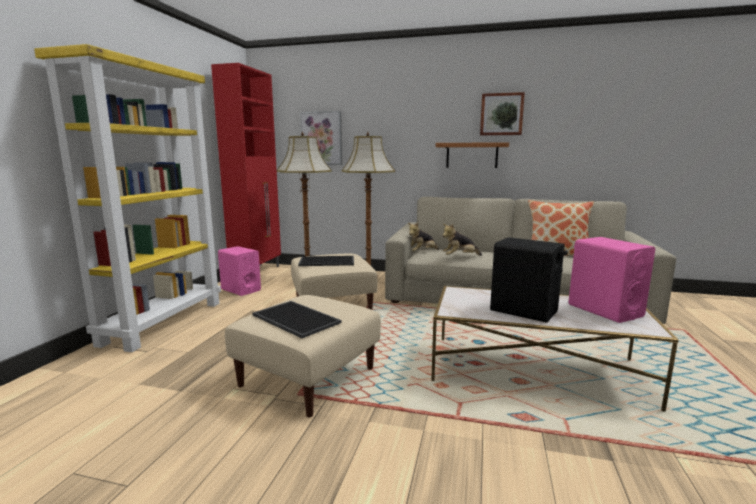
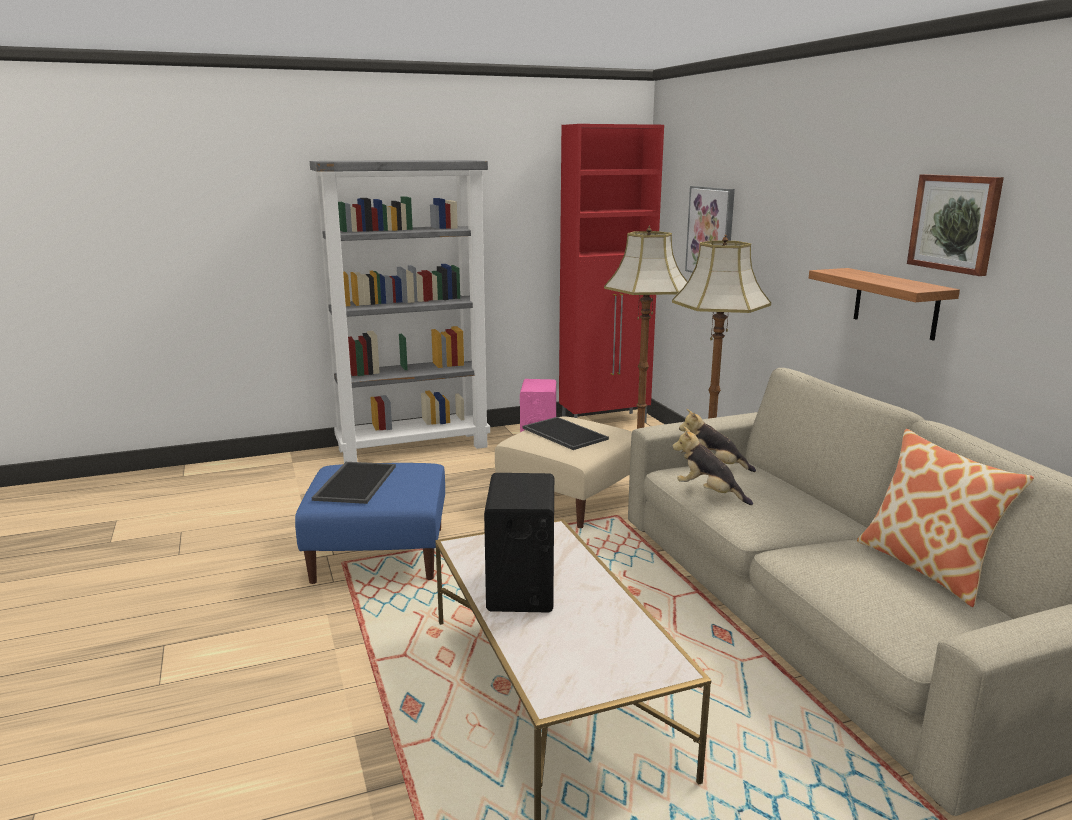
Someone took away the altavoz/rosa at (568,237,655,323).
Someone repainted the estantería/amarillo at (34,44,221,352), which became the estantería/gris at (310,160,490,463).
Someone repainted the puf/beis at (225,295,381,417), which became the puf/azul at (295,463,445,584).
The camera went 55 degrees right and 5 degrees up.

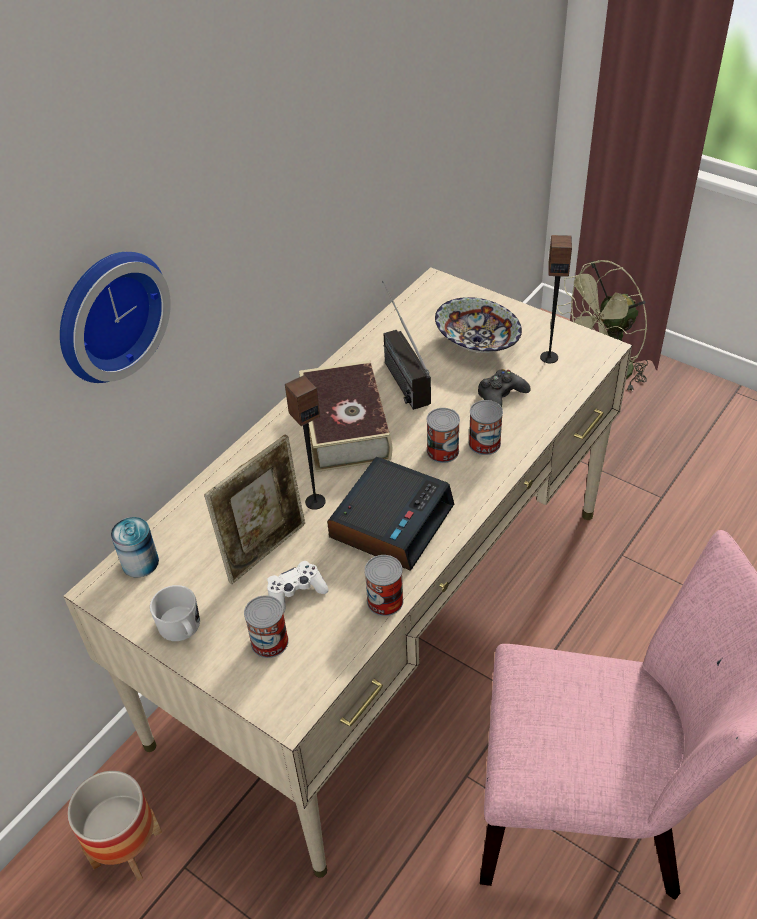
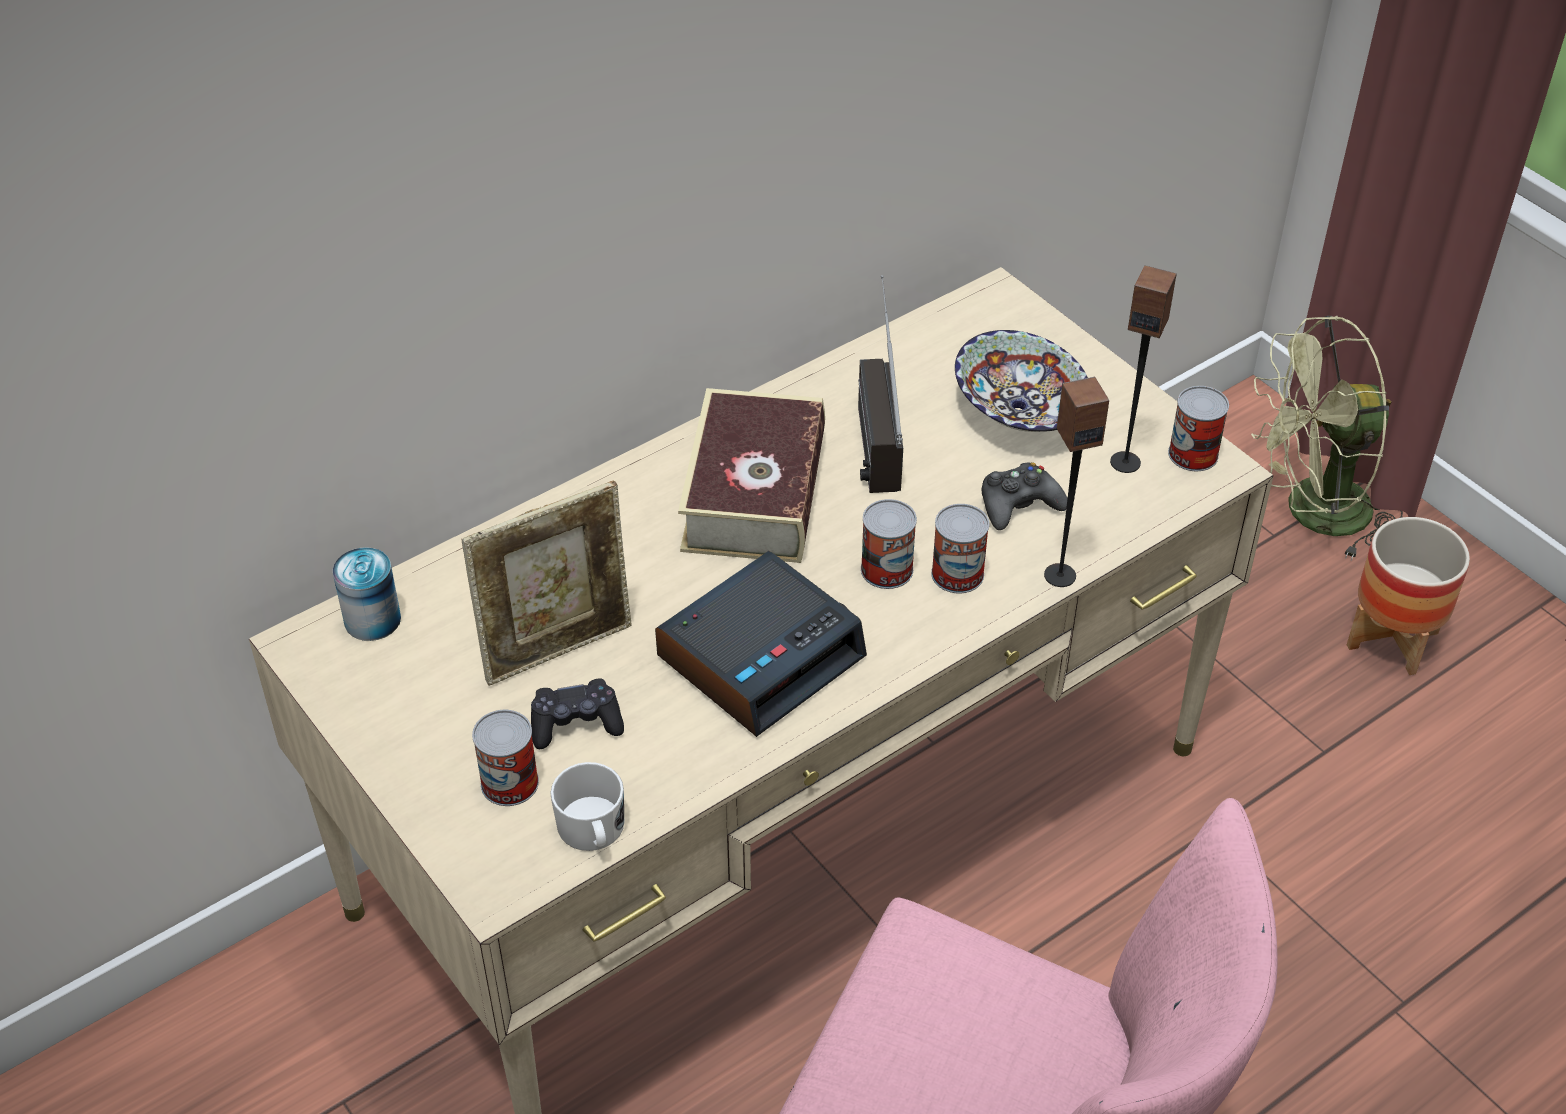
Someone took away the reloj de pared at (60,252,171,383).
Someone carried the maceta from (67,771,162,881) to (1347,517,1470,675).
Someone carried the taza grande/blanco from (150,585,200,641) to (550,762,624,851).
Someone carried the altavoz from (285,375,326,510) to (1044,377,1109,587).
Someone carried the lata from (364,555,404,616) to (1168,386,1229,471).
Someone repainted the mando de consola/blanco at (267,561,329,614), which became the mando de consola/negro at (531,678,624,749).
The camera went 15 degrees right and 0 degrees up.

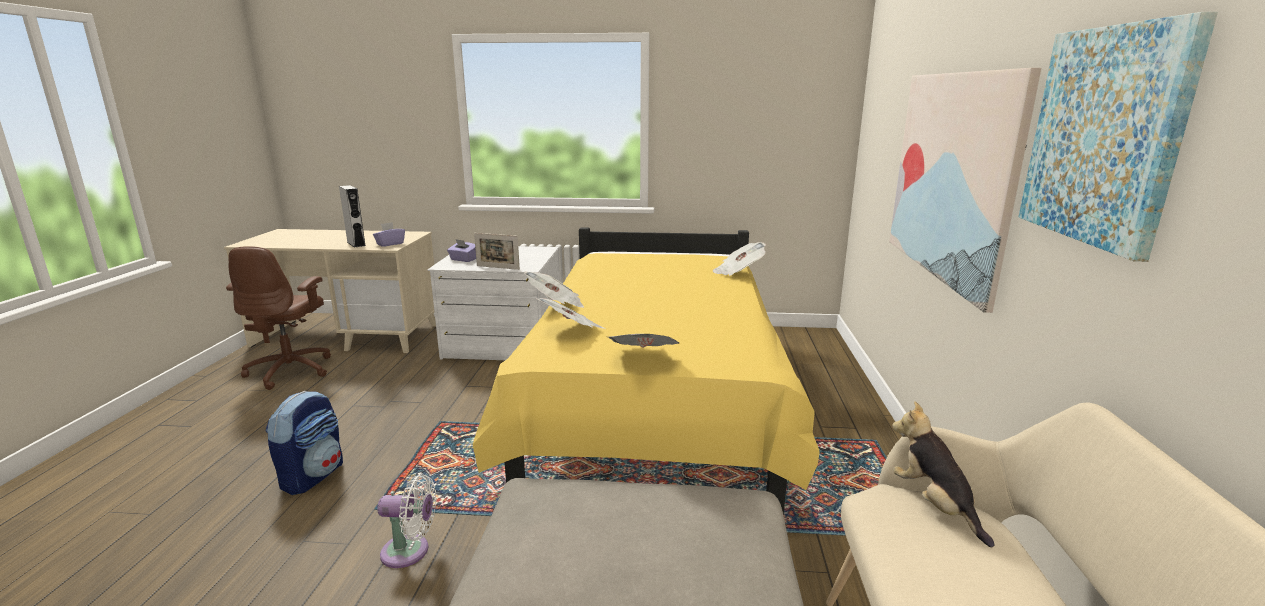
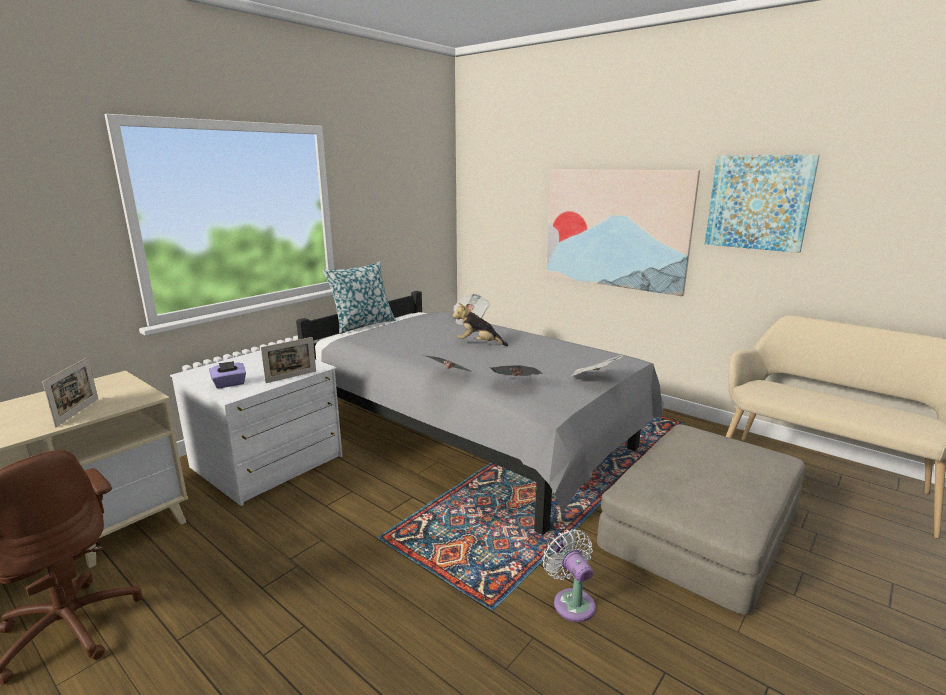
Someone took away the mochila at (265,391,343,495).
Someone took away the caja de pañuelos/morado at (373,222,405,247).
Someone put down the cojín at (323,261,396,334).
Someone carried the peluche from (892,401,994,547) to (453,302,508,346).
Someone swapped the altavoz/gris at (339,185,365,248) for the portarretratos at (42,357,98,427).
Someone repainted the cama/amarillo at (473,227,820,514), which became the cama/gris at (296,291,664,535).
Someone rotated the ventilador/blanco at (377,474,436,568) by 60 degrees counterclockwise.
The camera went 55 degrees left and 0 degrees up.

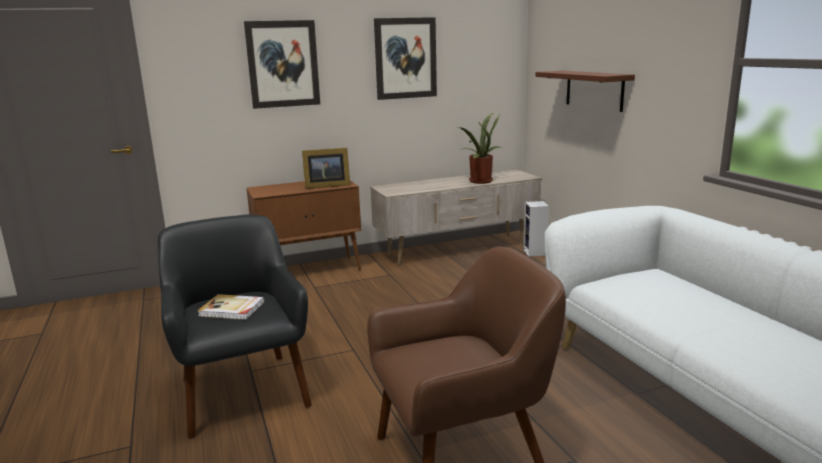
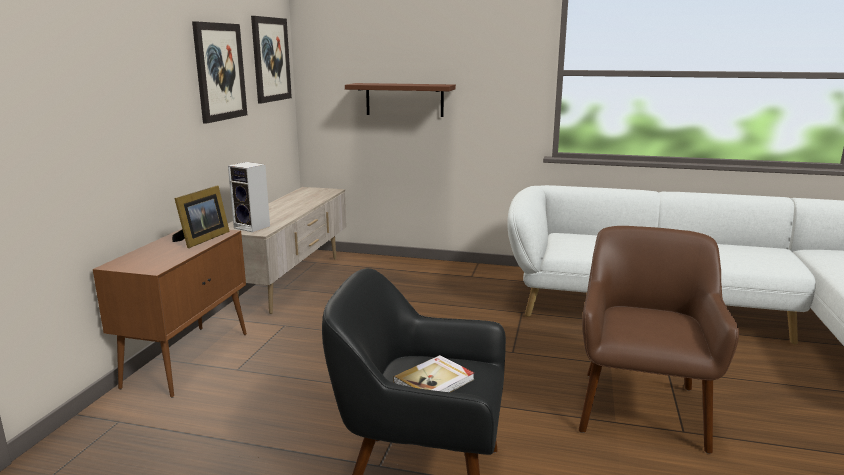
Someone took away the planta en maceta at (460,113,500,184).
Someone carried the cuadro from (244,20,320,109) to (251,16,292,103).
Someone carried the altavoz from (523,201,549,257) to (228,162,270,232).
The camera went 55 degrees left and 0 degrees up.

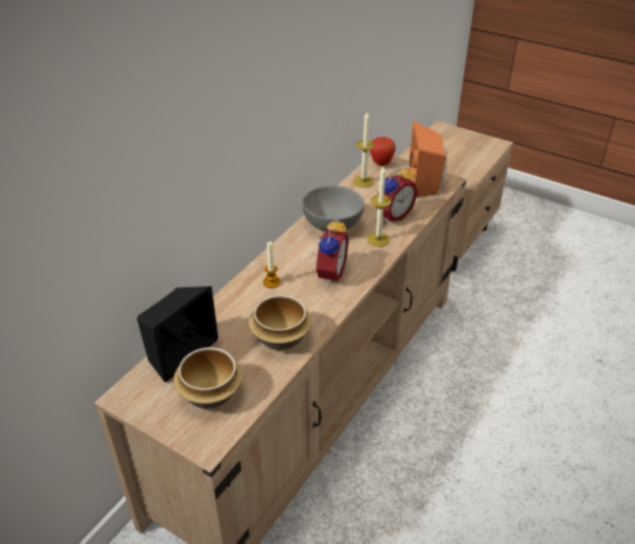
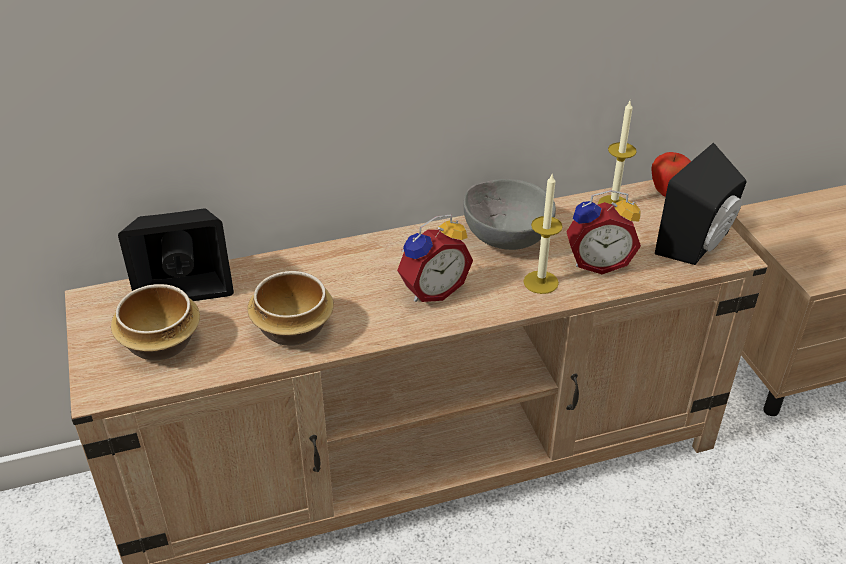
Someone took away the vela at (263,242,281,288).
Someone repainted the altavoz/naranja at (409,121,448,197), which became the altavoz/negro at (655,143,747,265).
The camera went 40 degrees right and 0 degrees up.

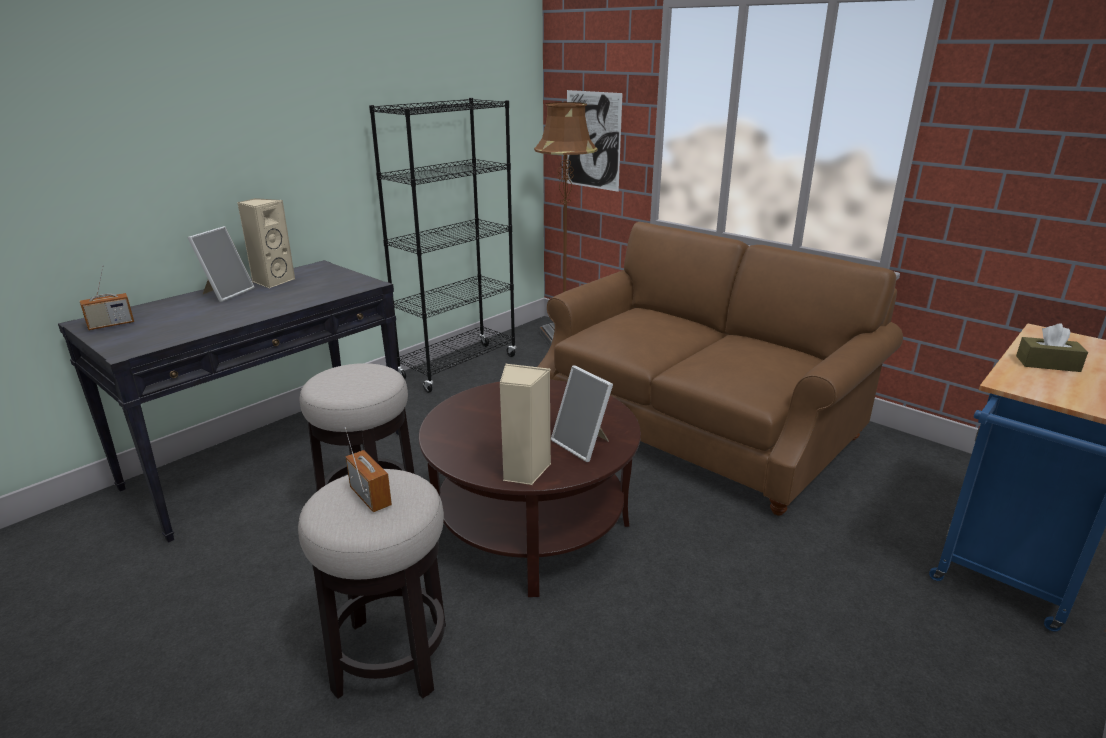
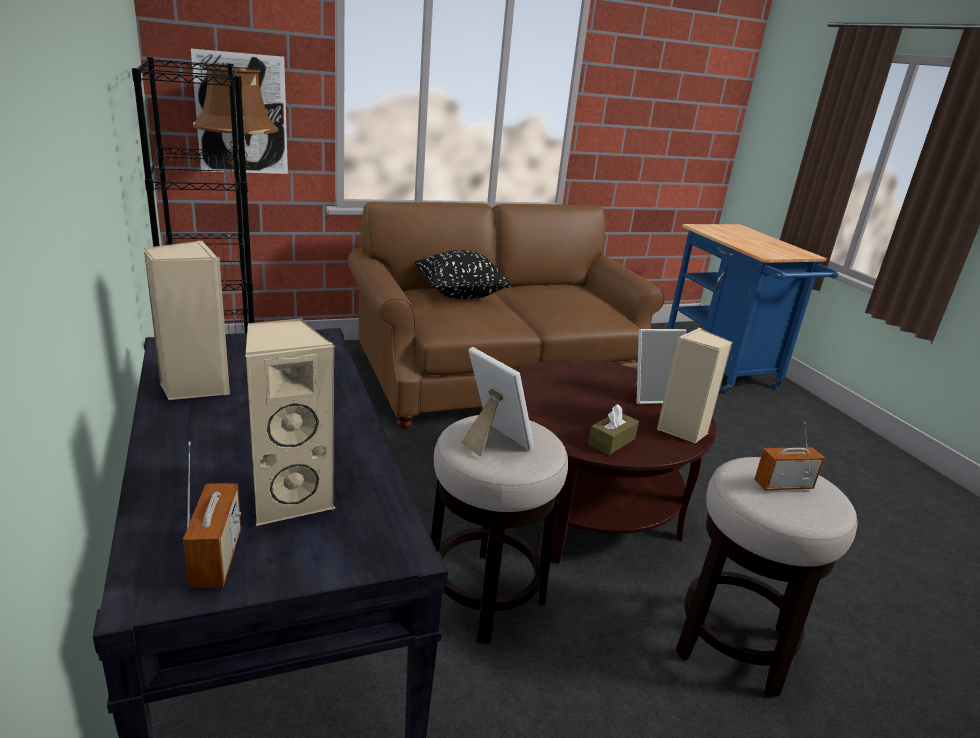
Someone put down the altavoz/beis at (245,318,335,527).
Someone put down the cojín/negro at (415,250,511,299).
Someone carried the portarretratos from (188,226,255,302) to (461,347,534,457).
Someone carried the caja de pañuelos/marrón from (1016,323,1088,372) to (588,404,639,455).
The camera went 65 degrees left and 0 degrees up.

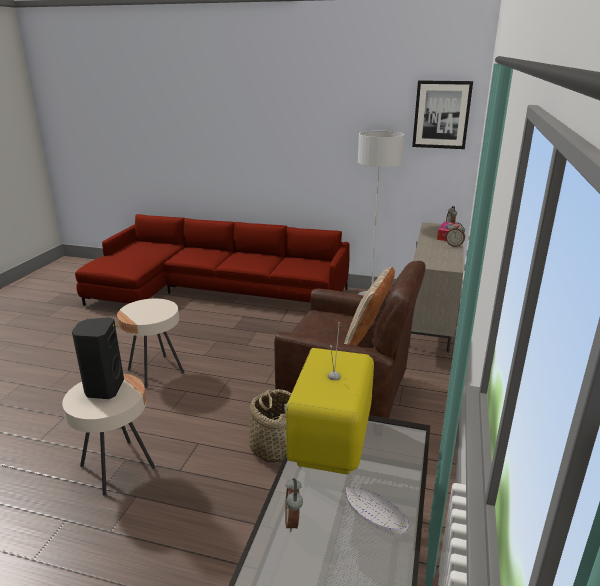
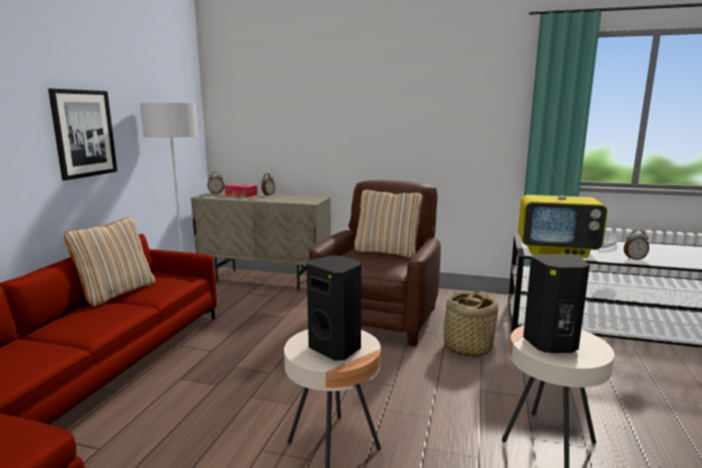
Someone put down the cojín/beis at (64,217,155,306).
Someone put down the altavoz/negro at (307,256,361,361).
Someone carried the cuadro from (412,80,473,149) to (48,89,117,181).
The camera went 90 degrees left and 10 degrees down.

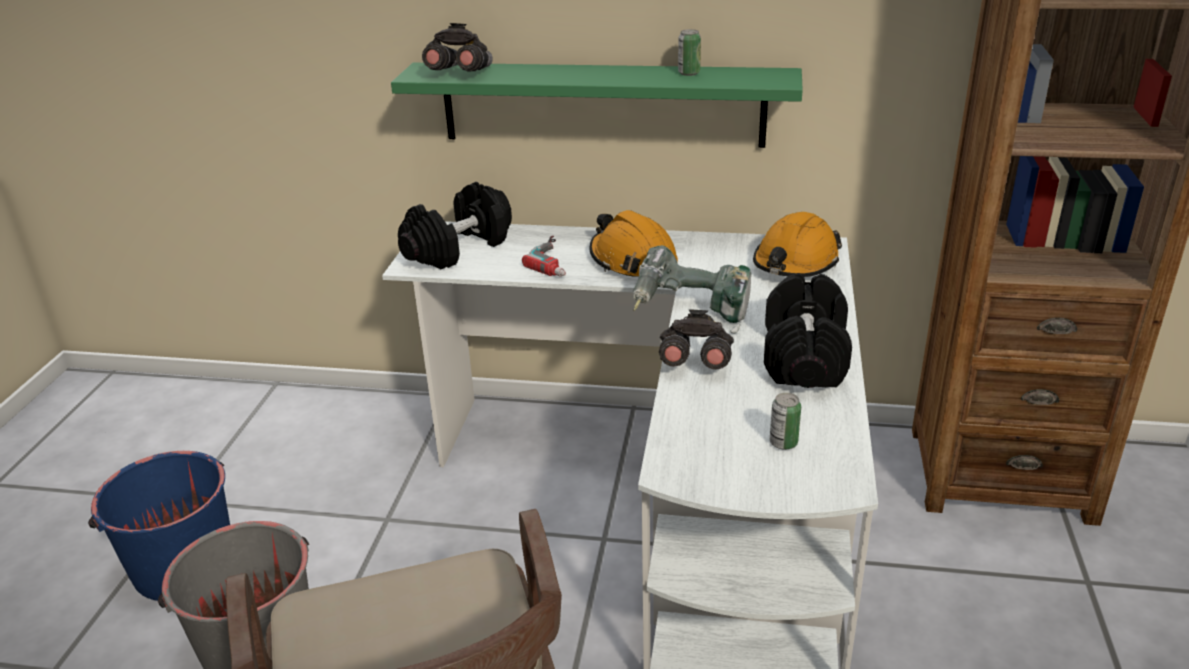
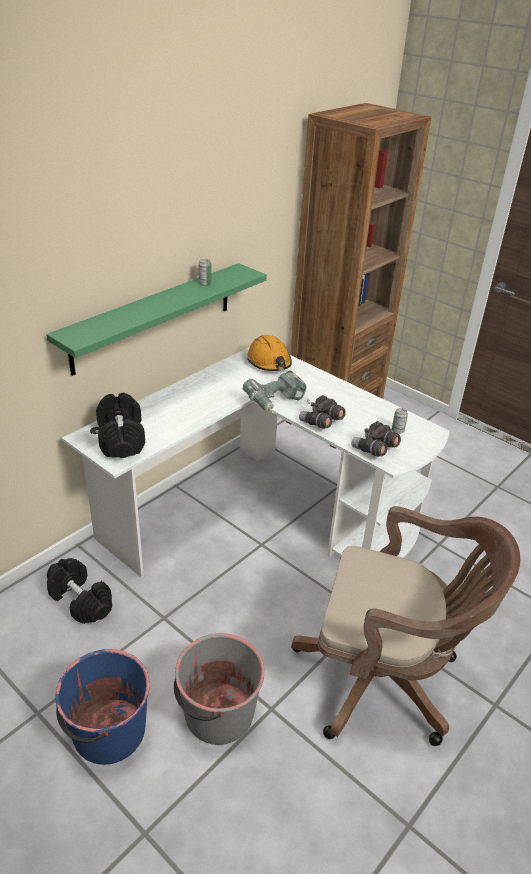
Someone took away the taladro at (522,236,566,277).
Someone took away the casco/naranja at (590,210,678,277).
Someone carried the prismáticos/gris from (422,23,493,72) to (352,421,401,457).
Someone carried the mancuerna/negro from (764,273,852,388) to (47,558,112,624).
The camera went 60 degrees left and 5 degrees up.

